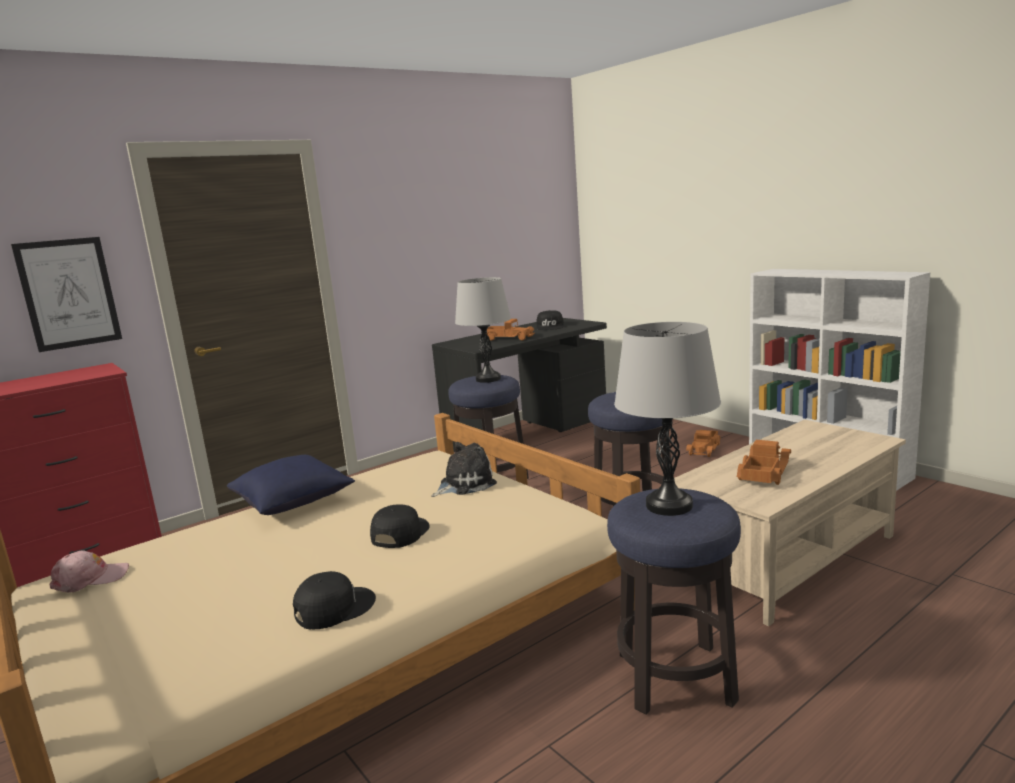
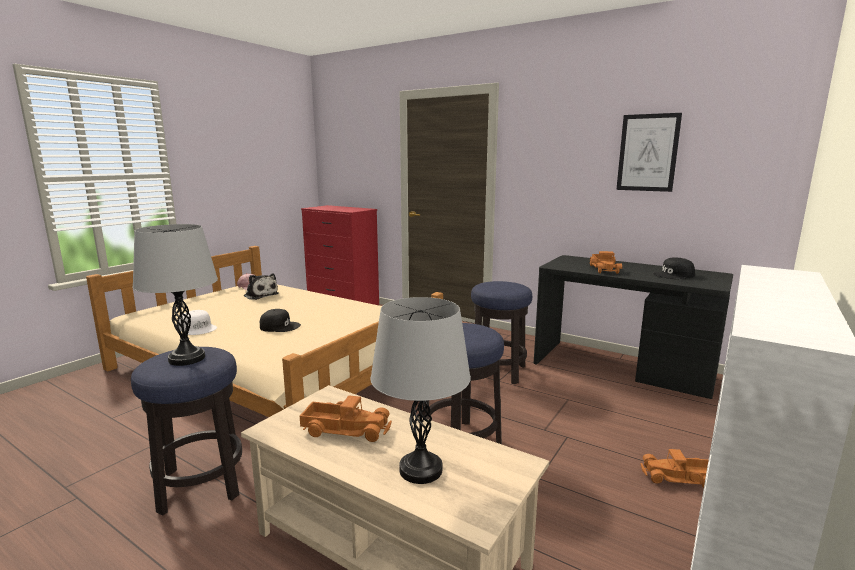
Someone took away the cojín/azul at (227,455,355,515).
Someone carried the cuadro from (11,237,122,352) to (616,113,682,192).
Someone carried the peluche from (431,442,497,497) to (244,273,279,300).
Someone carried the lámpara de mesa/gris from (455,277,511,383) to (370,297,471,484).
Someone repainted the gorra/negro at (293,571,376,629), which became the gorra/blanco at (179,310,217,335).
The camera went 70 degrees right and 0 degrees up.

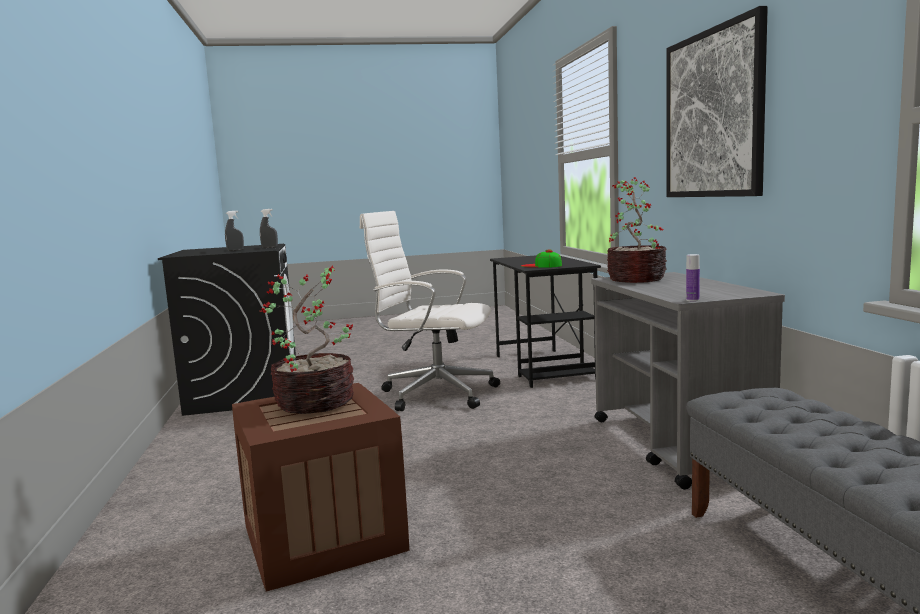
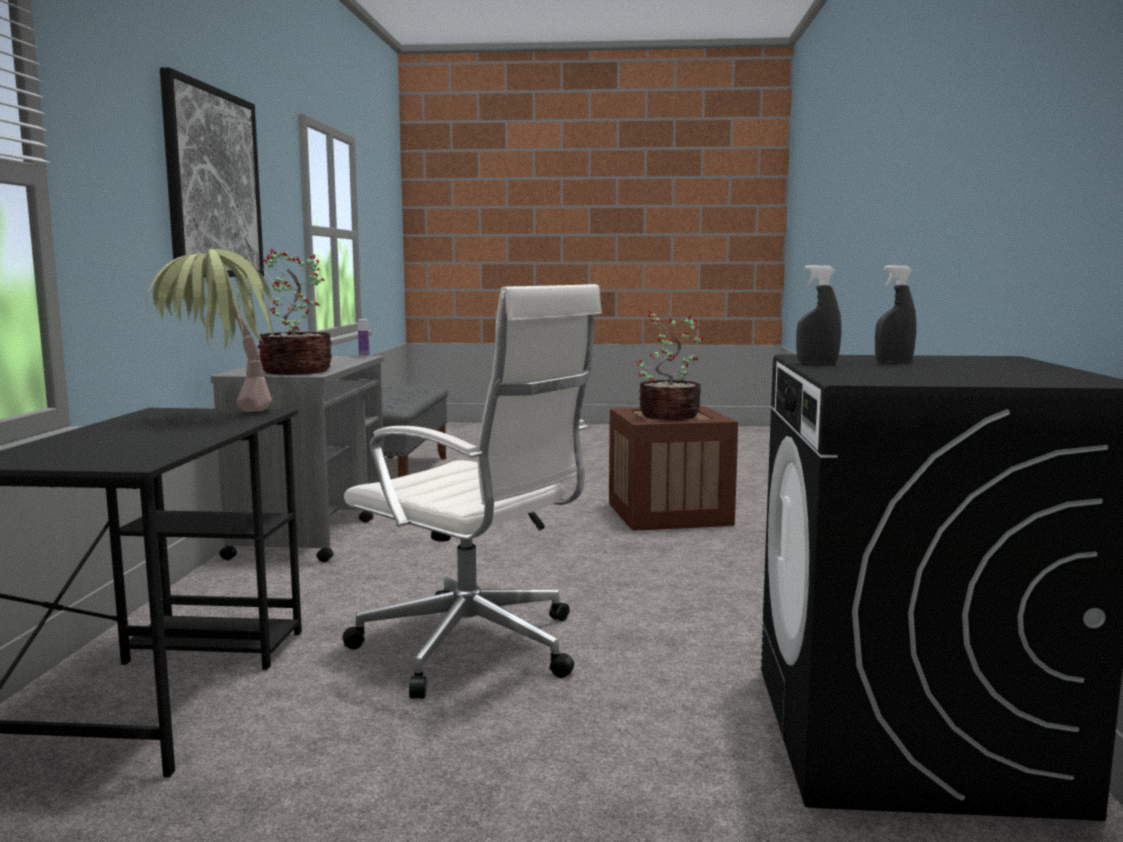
Someone swapped the gorra at (521,250,562,268) for the planta en maceta at (146,249,278,412).
The camera went 165 degrees left and 0 degrees up.

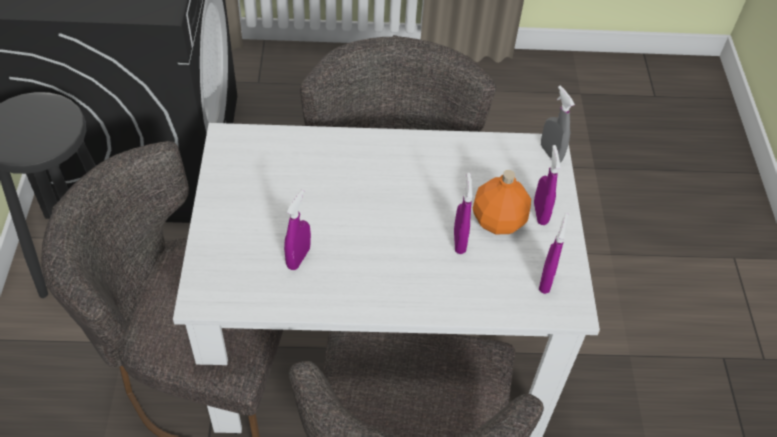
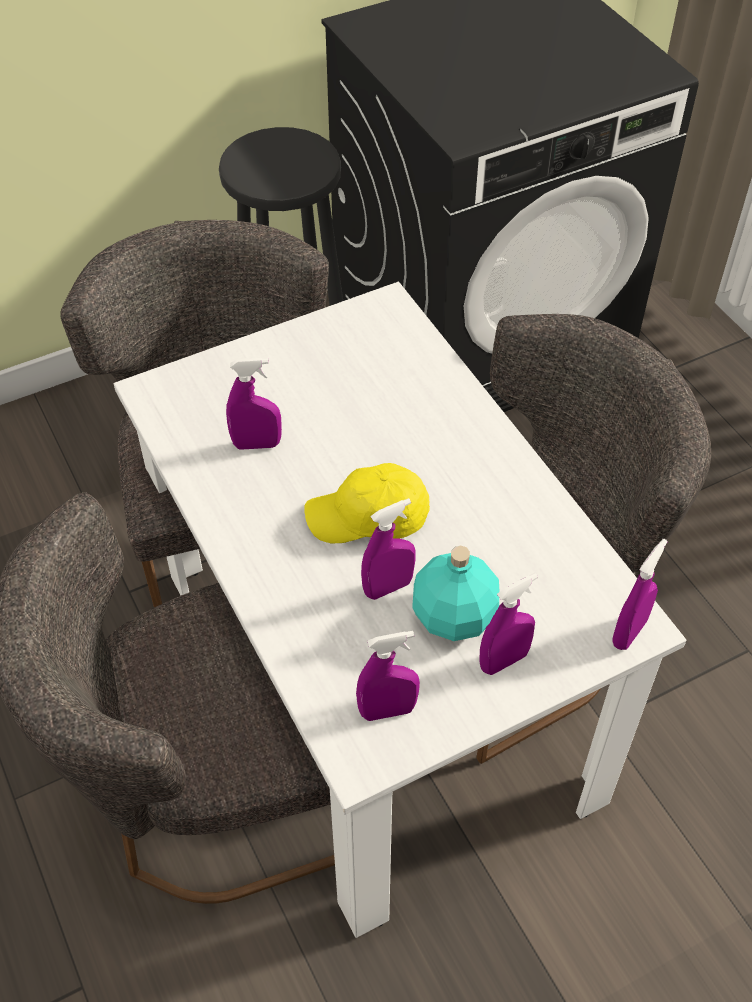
Someone put down the gorra/amarillo at (304,463,430,544).
Someone repainted the botella/naranja at (473,170,531,234), which became the botella/turquesa at (412,546,499,641).
Someone repainted the pulverizador/gris at (541,86,575,162), which became the pulverizador/morado at (612,539,668,650).
The camera went 65 degrees right and 0 degrees up.

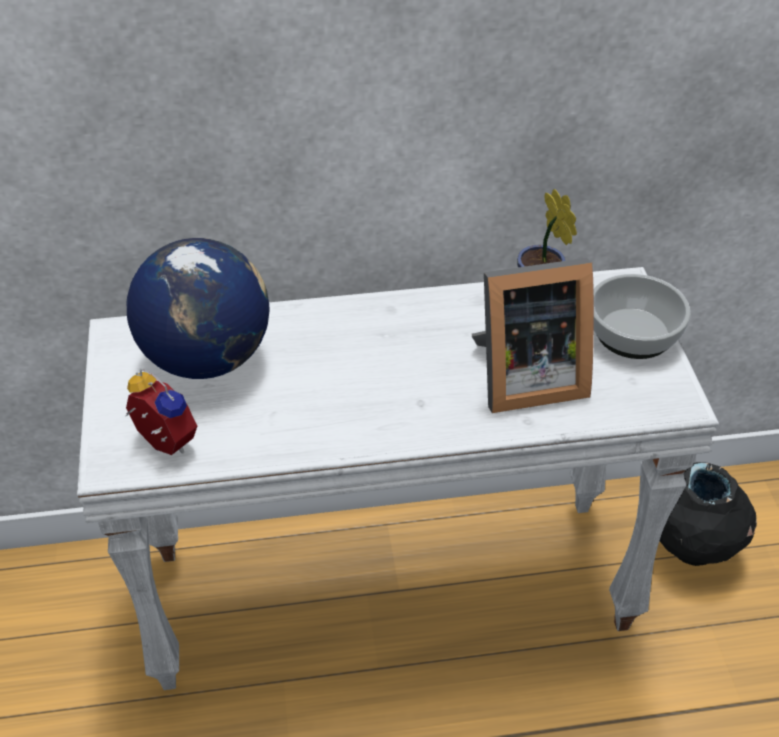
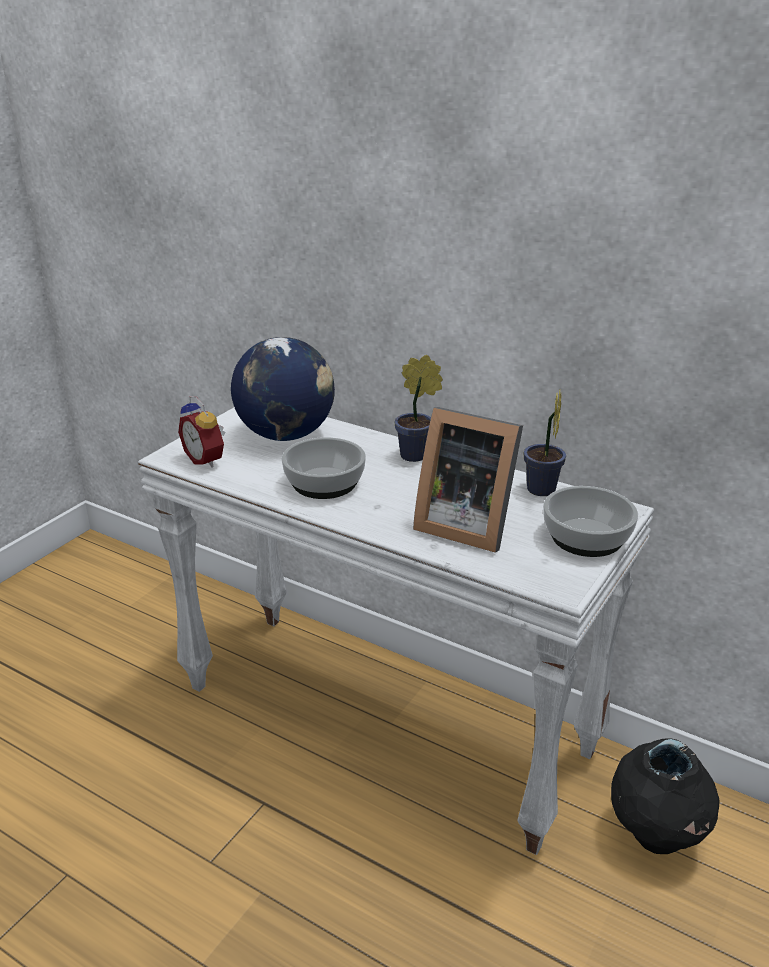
Someone put down the cuenco at (281,437,366,499).
Someone put down the planta en maceta at (394,355,443,462).
Someone rotated the despertador at (126,369,197,455) by 150 degrees clockwise.
The camera went 40 degrees right and 15 degrees down.

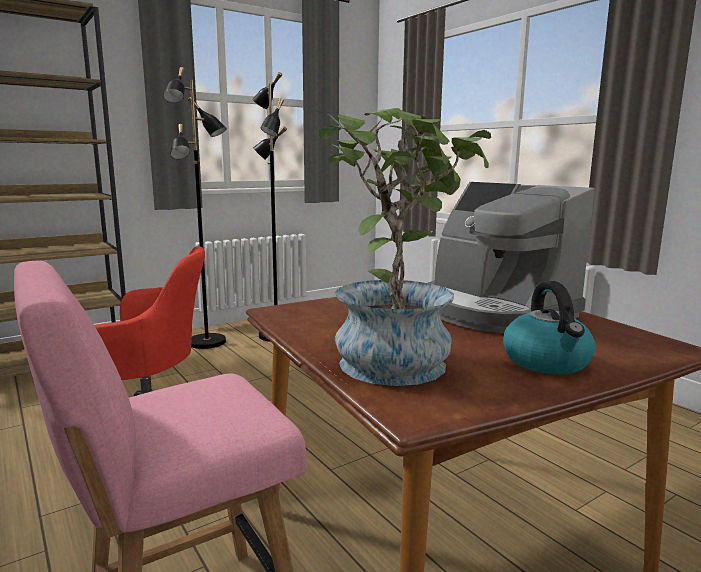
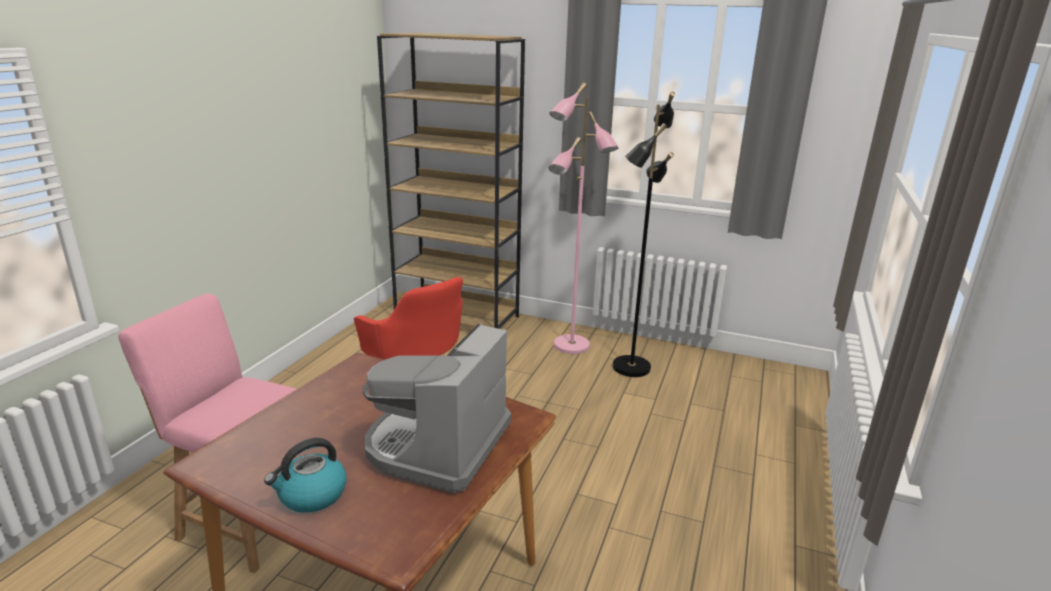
Someone took away the planta en maceta at (312,108,491,386).
Someone repainted the lámpara de pie/negro at (163,67,227,349), which became the lámpara de pie/rosa at (549,83,619,354).
The camera went 55 degrees right and 10 degrees up.

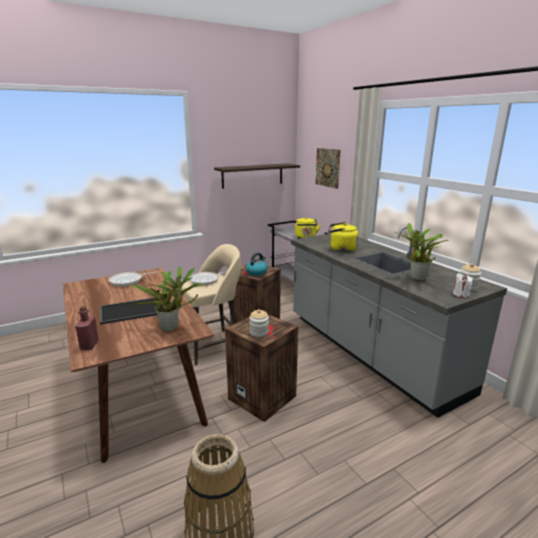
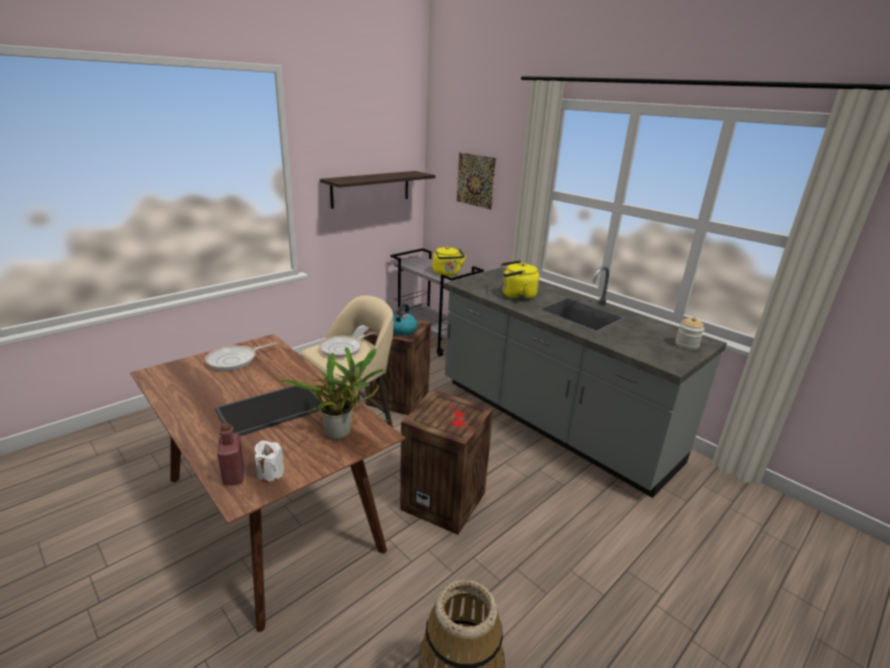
Someone took away the tarro at (249,309,269,337).
Someone took away the planta en maceta at (395,223,448,281).
Someone carried the vela/blanco from (453,273,473,298) to (254,440,284,482).
The camera went 15 degrees left and 5 degrees up.

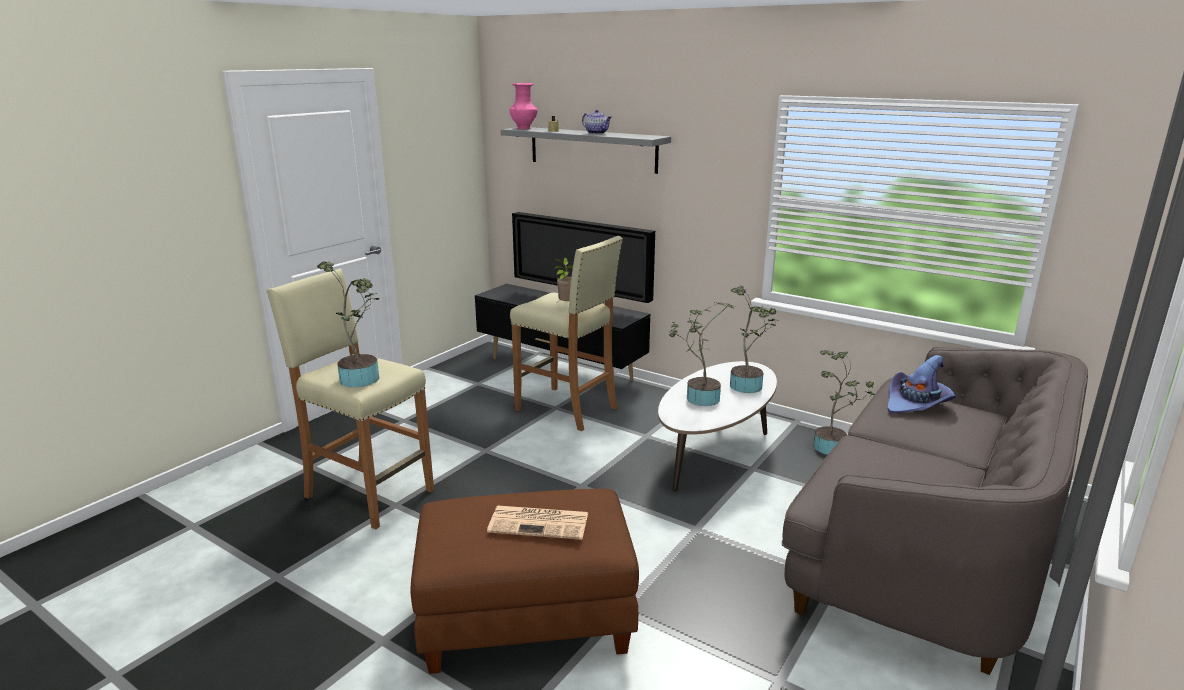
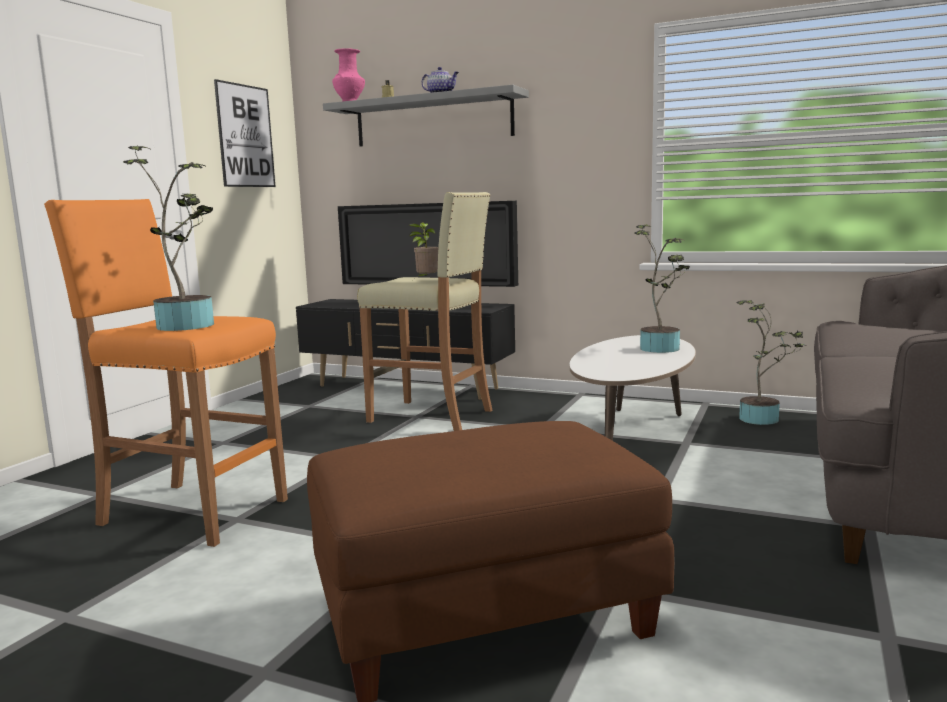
Someone took away the periódico at (487,506,588,540).
Someone took away the planta en maceta at (669,302,735,406).
Someone took away the sombrero/morado at (888,355,956,413).
Someone put up the cuadro at (214,79,276,187).
Someone repainted the taburete/beis at (266,269,434,530), which became the taburete/naranja at (44,199,288,547).
The camera went 10 degrees left and 10 degrees down.

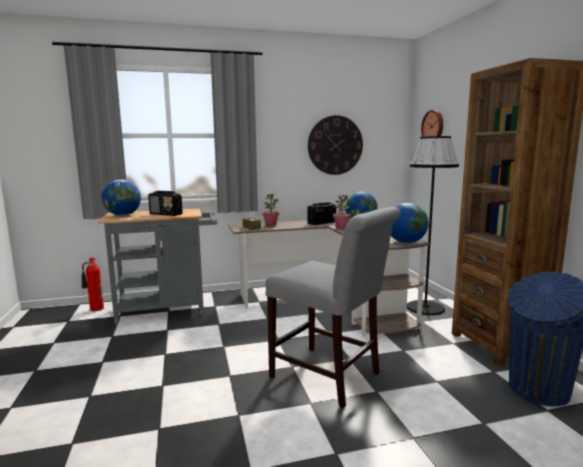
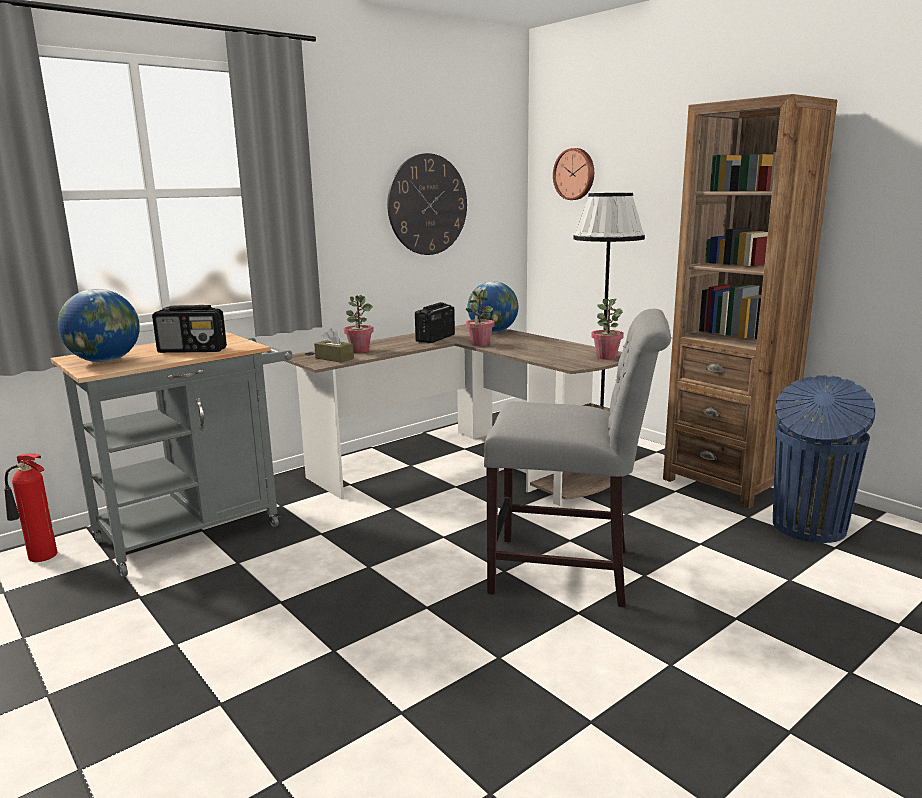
Someone swapped the globo terráqueo at (391,203,429,243) for the planta en maceta at (591,298,624,360).
The camera went 25 degrees left and 5 degrees up.

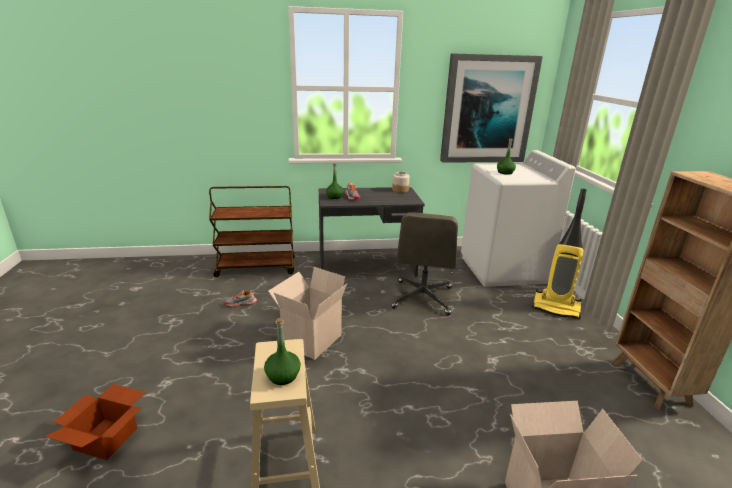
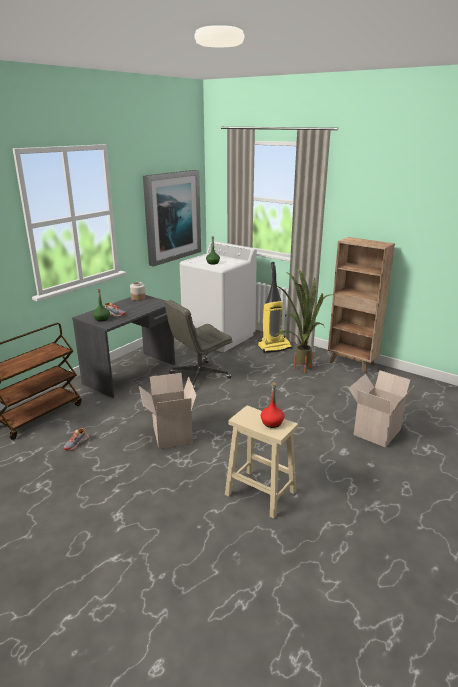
Someone took away the caja de cartón at (45,384,145,460).
Someone put down the planta en maceta at (268,266,335,373).
Someone repainted the botella/verde at (264,318,301,385), which became the botella/rojo at (261,383,284,428).
Someone rotated the silla de oficina/gris at (392,212,458,316) by 90 degrees clockwise.
The camera went 45 degrees left and 0 degrees up.

